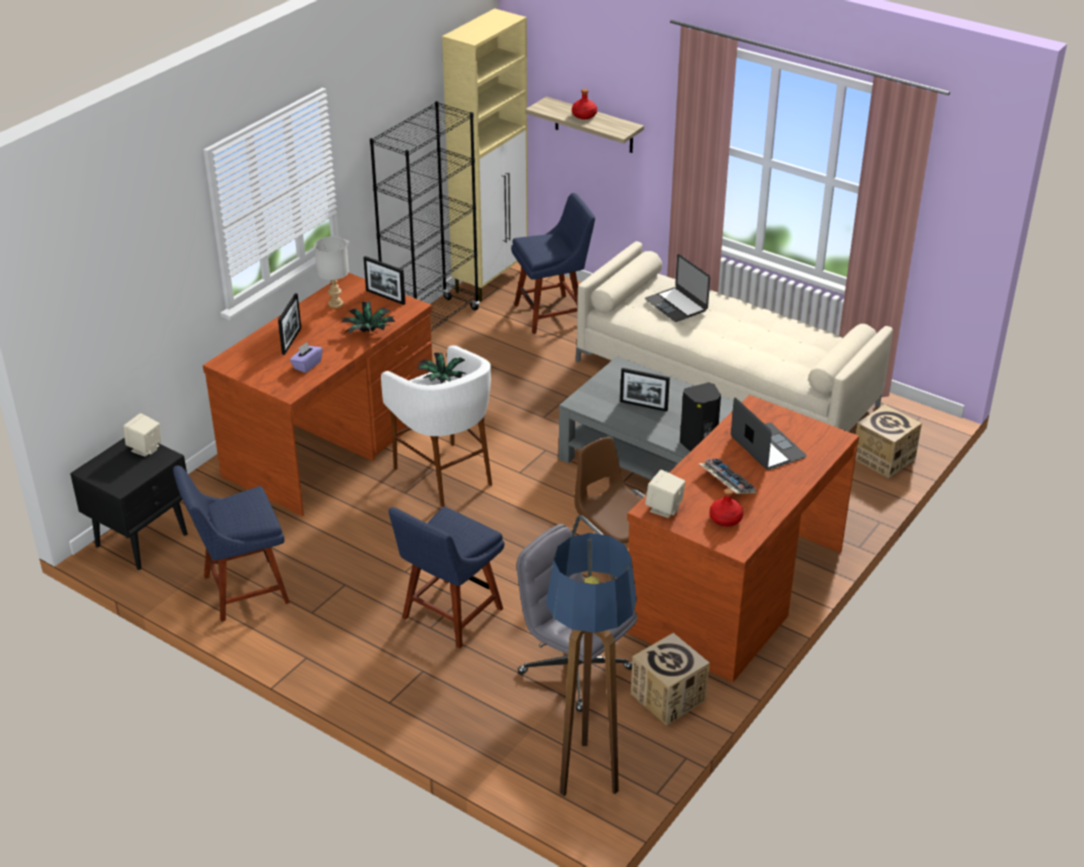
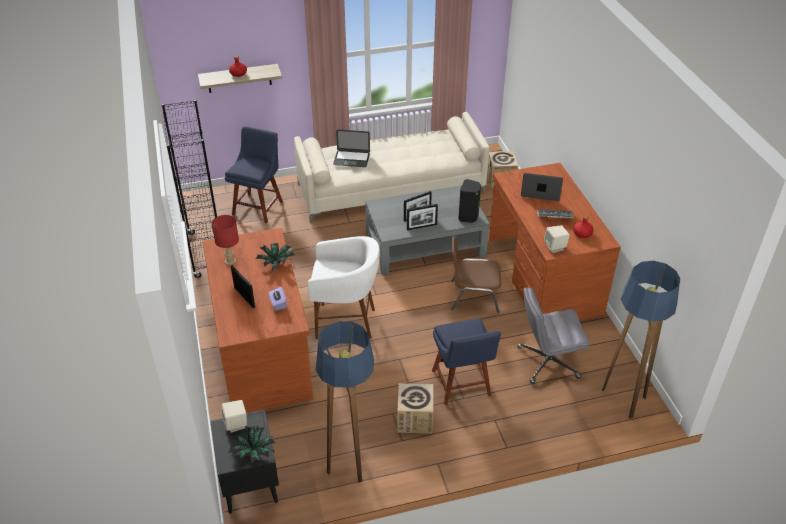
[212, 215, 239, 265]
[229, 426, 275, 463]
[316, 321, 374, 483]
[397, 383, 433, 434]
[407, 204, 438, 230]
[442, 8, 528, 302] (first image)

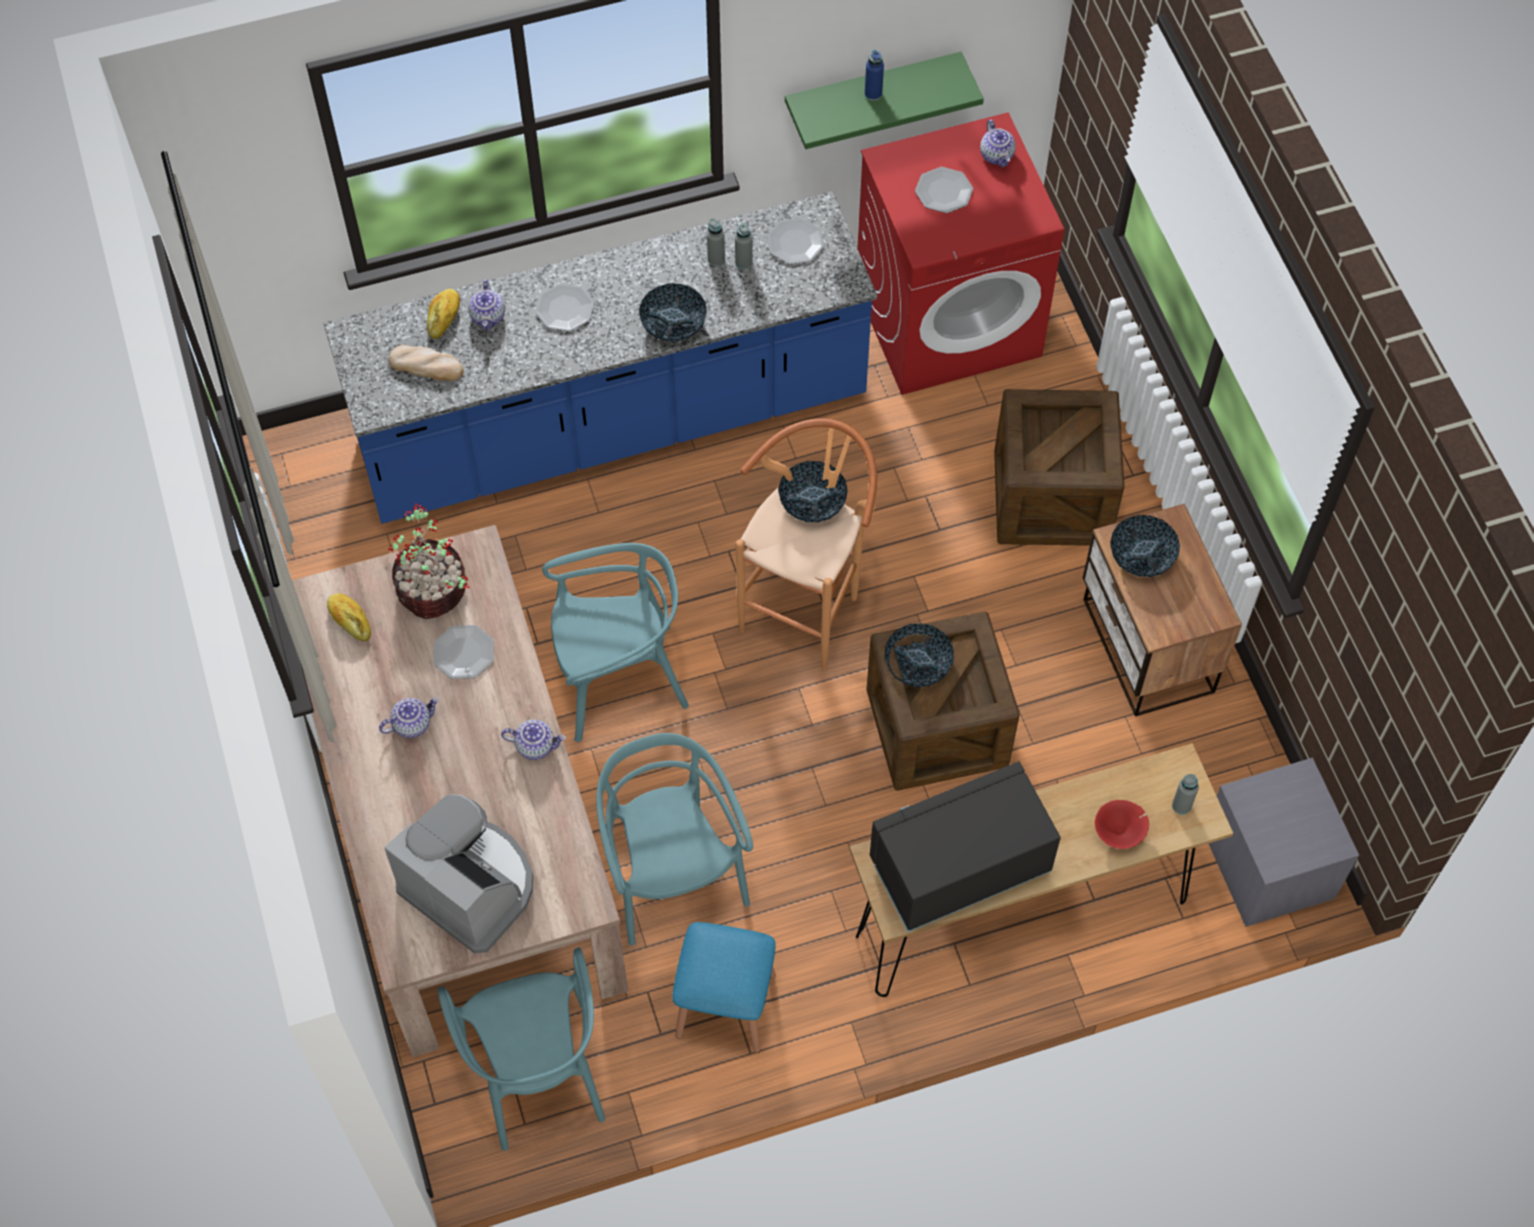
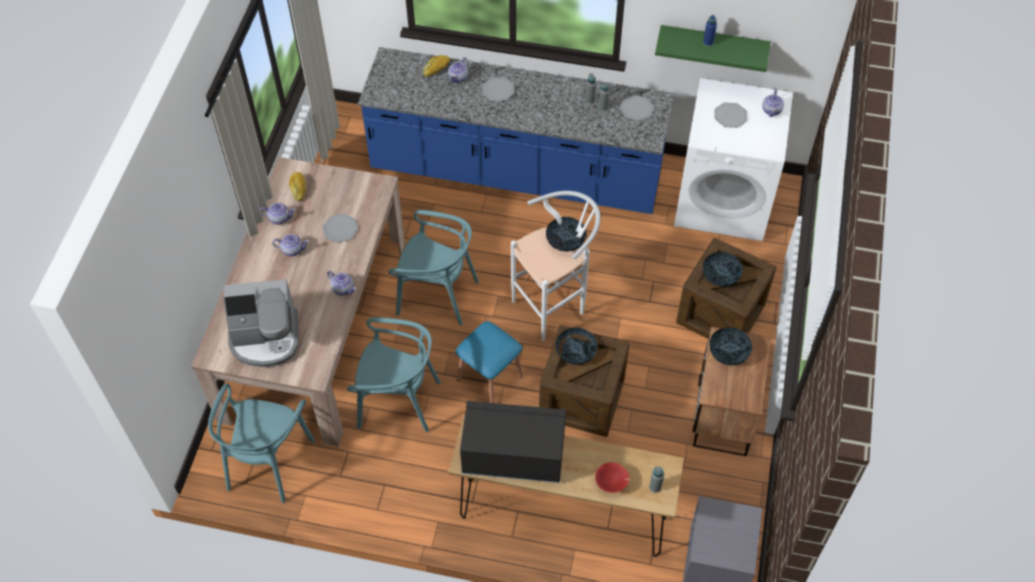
[223, 279, 299, 367]
[260, 203, 295, 225]
[347, 317, 441, 433]
[455, 321, 523, 403]
[511, 191, 600, 341]
[674, 78, 793, 241]
[703, 252, 743, 287]
[387, 503, 470, 619] (first image)
[389, 345, 464, 381] (first image)

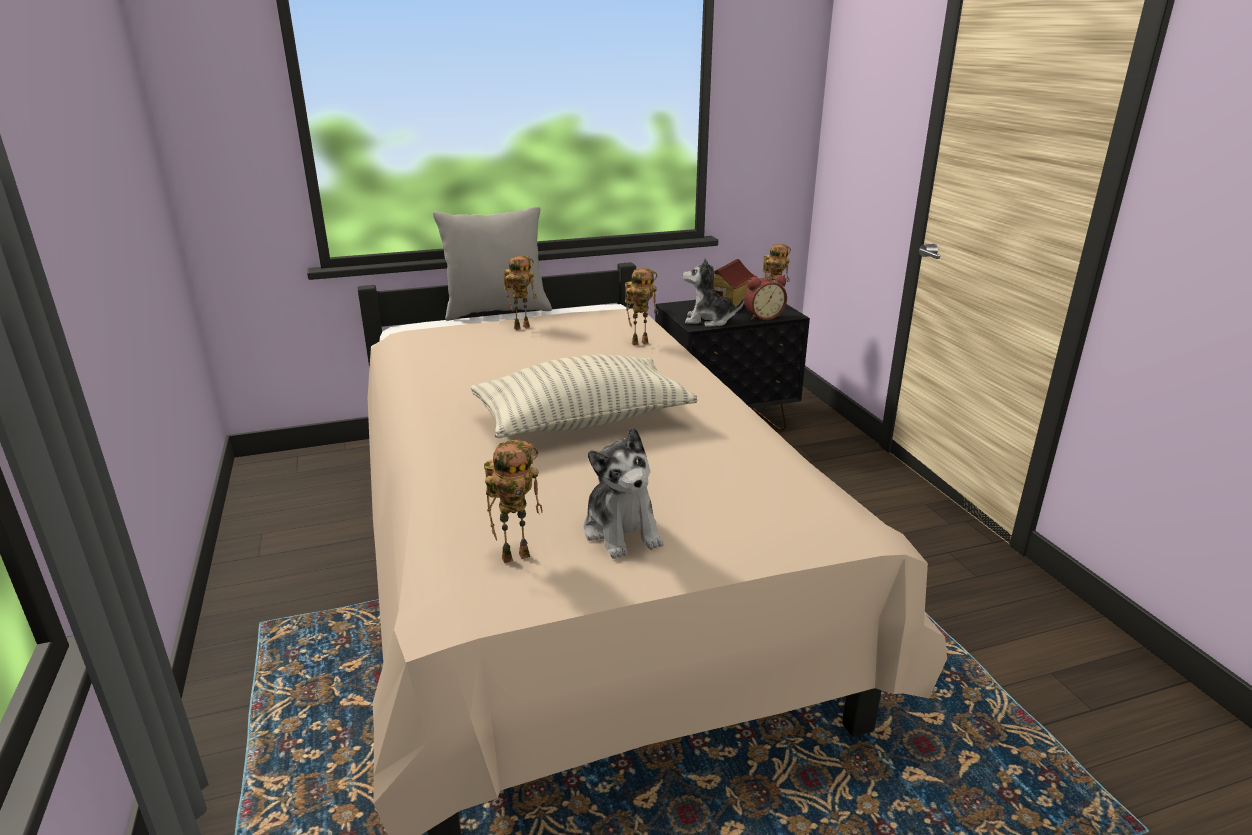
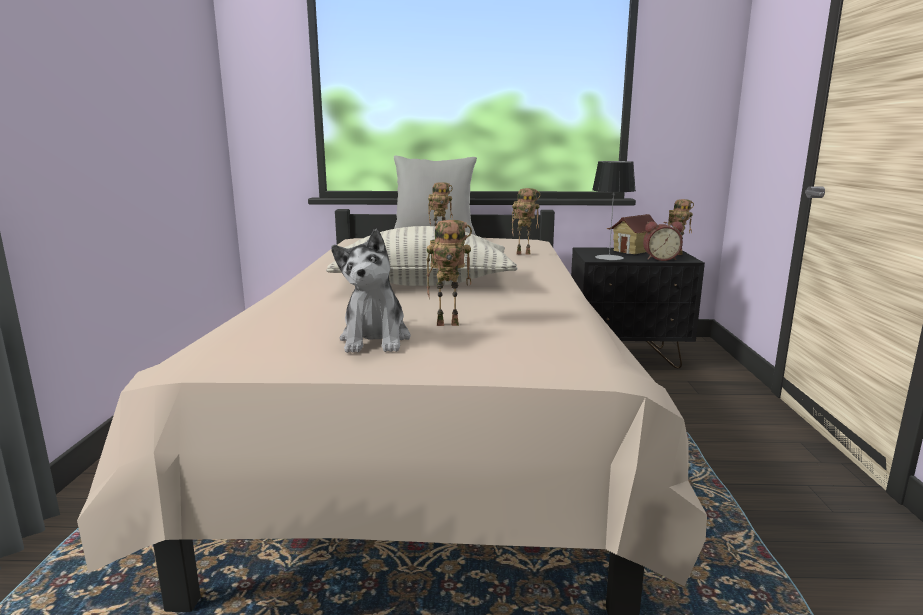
[426, 220, 472, 326]
[592, 161, 636, 260]

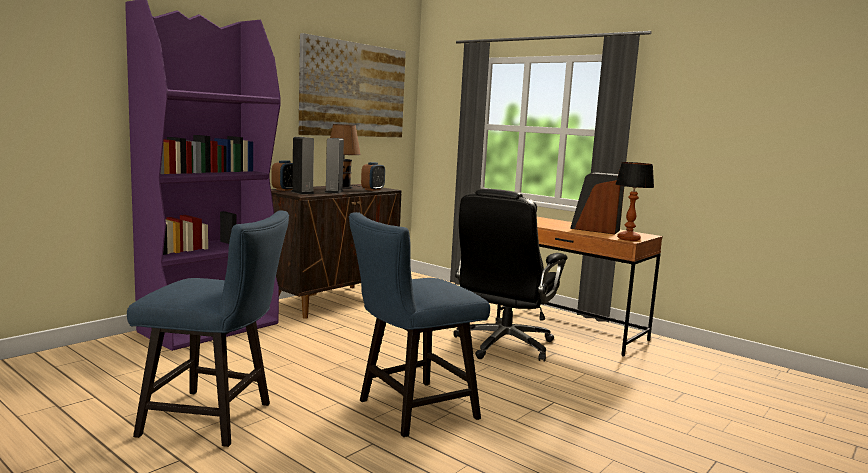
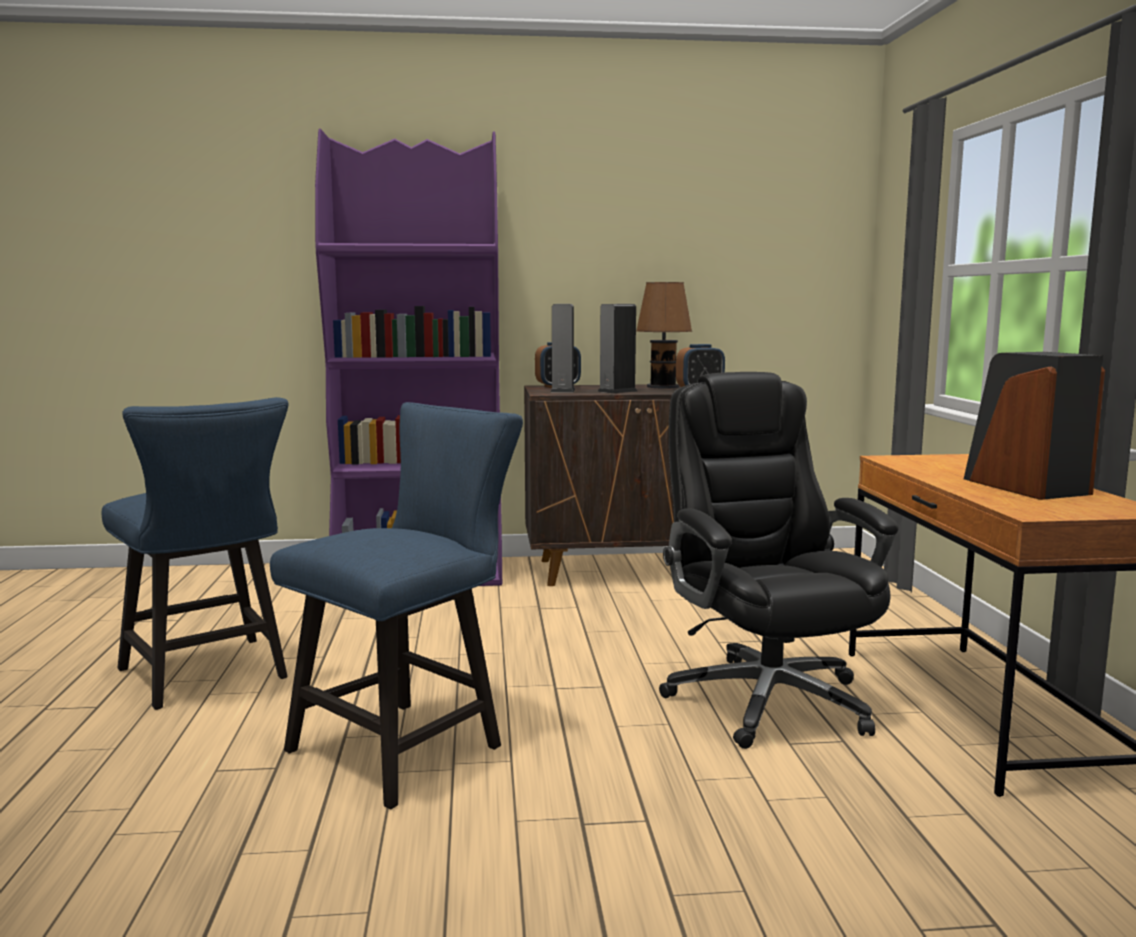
[270, 402, 523, 810]
[659, 372, 899, 749]
[299, 33, 406, 137] (first image)
[615, 162, 654, 241] (first image)

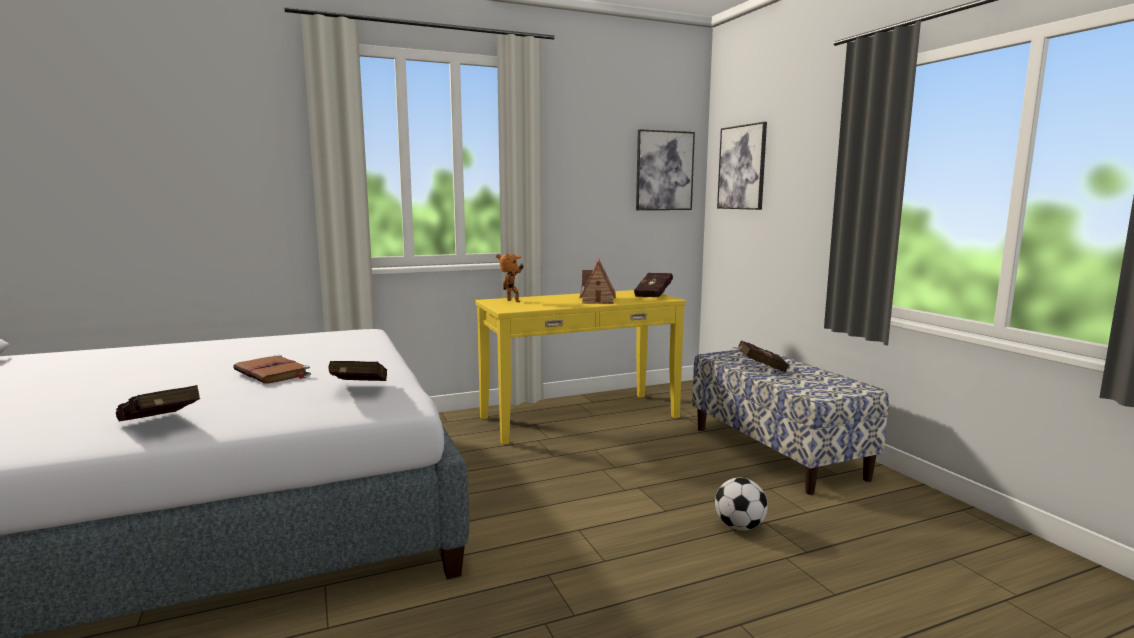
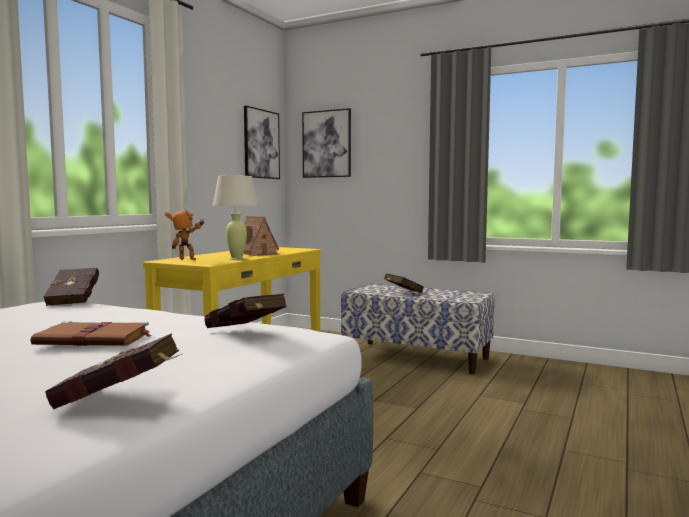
[44, 268, 99, 306]
[213, 175, 259, 260]
[715, 478, 768, 531] (first image)

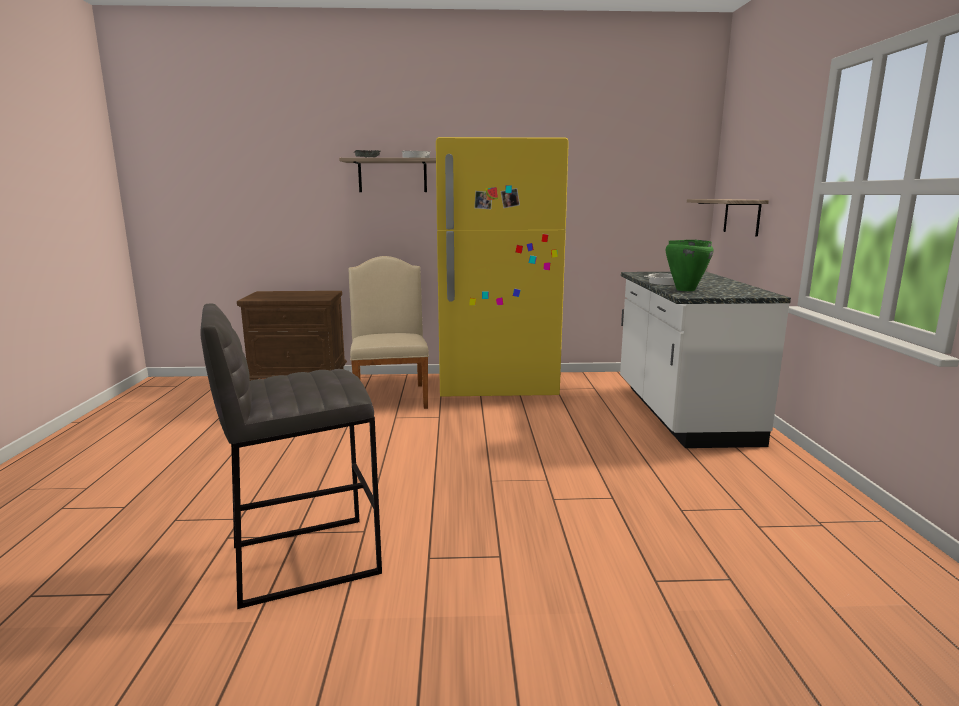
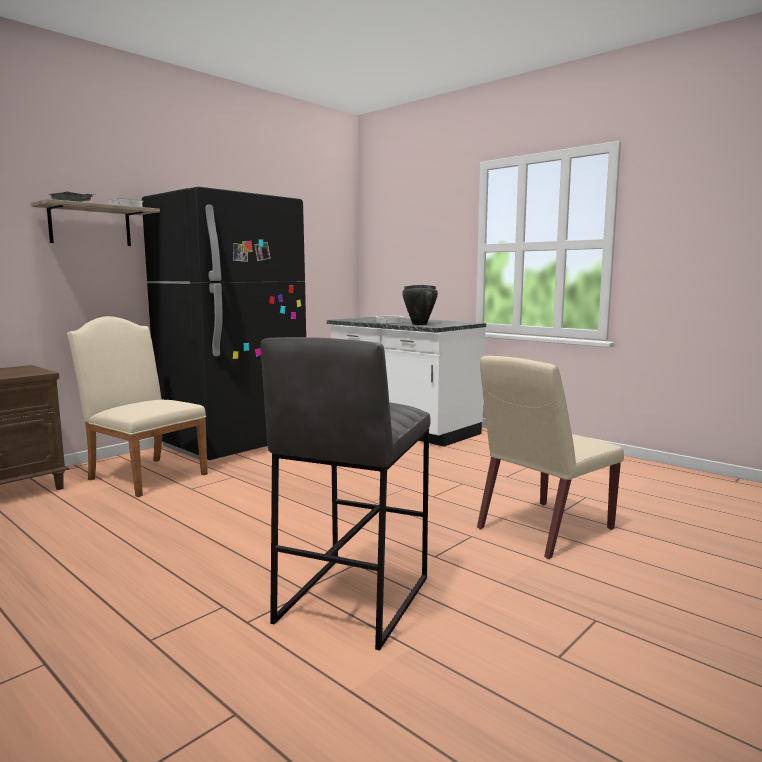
[142, 187, 306, 460]
[402, 285, 438, 325]
[477, 356, 624, 559]
[687, 199, 769, 237] (first image)

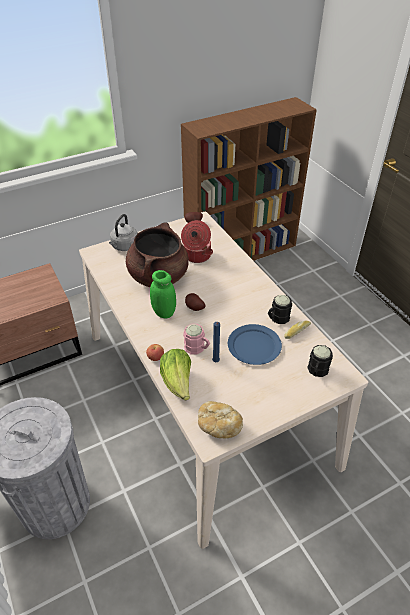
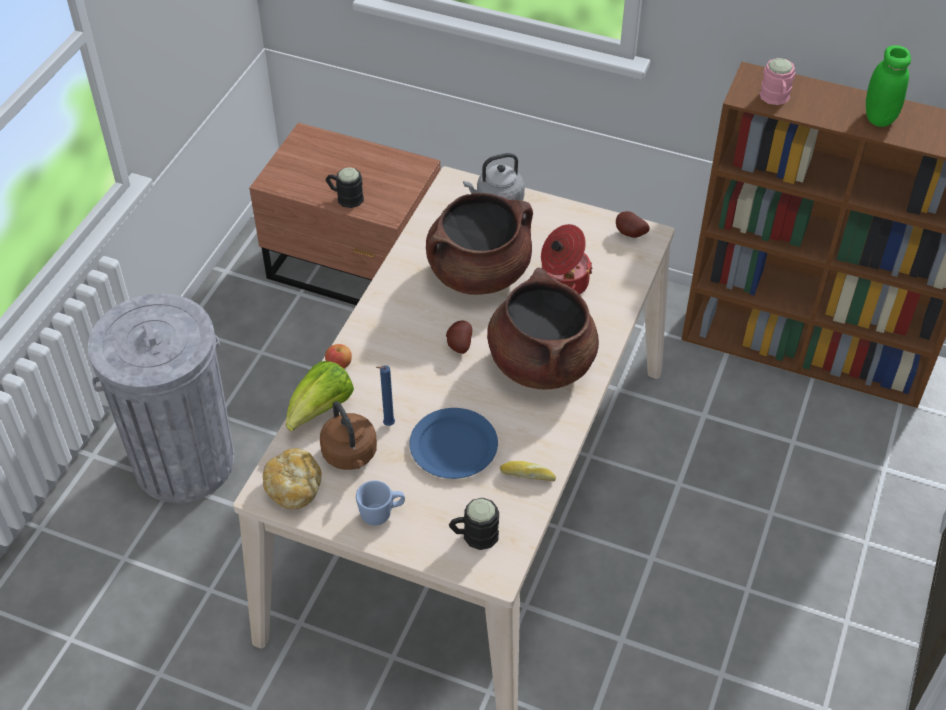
[320, 401, 377, 470]
[326, 167, 364, 208]
[356, 480, 405, 526]
[487, 268, 599, 389]
[759, 58, 795, 105]
[866, 45, 911, 127]

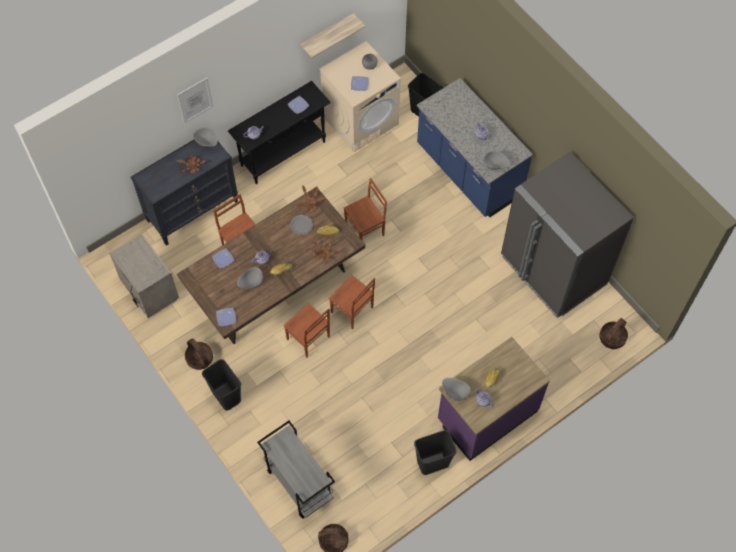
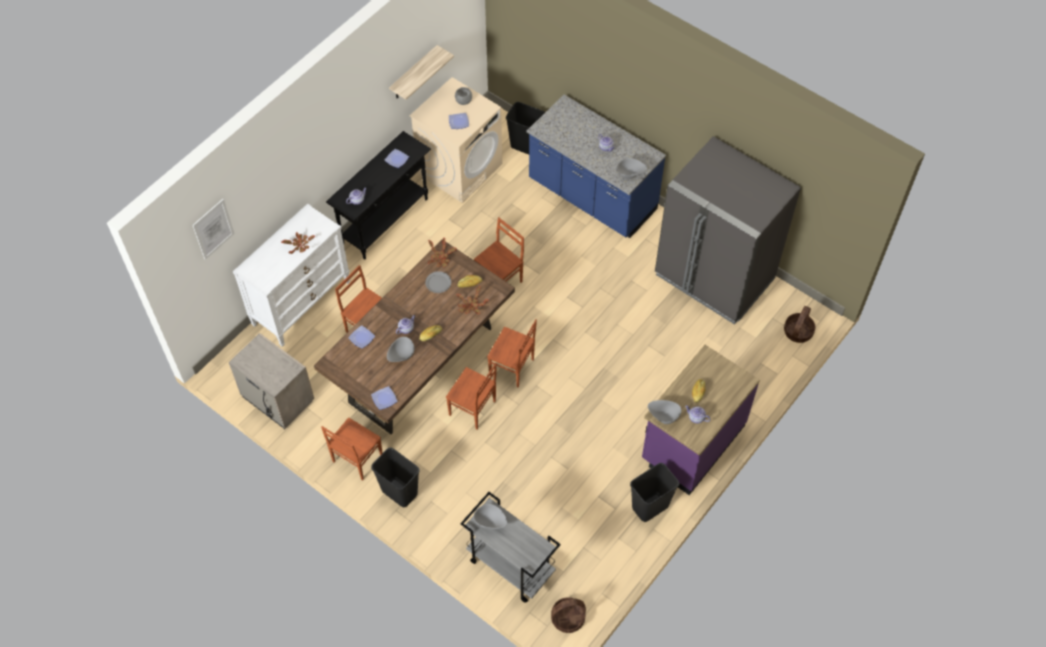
[193, 199, 235, 260]
[233, 204, 350, 347]
[321, 417, 383, 481]
[473, 504, 507, 529]

